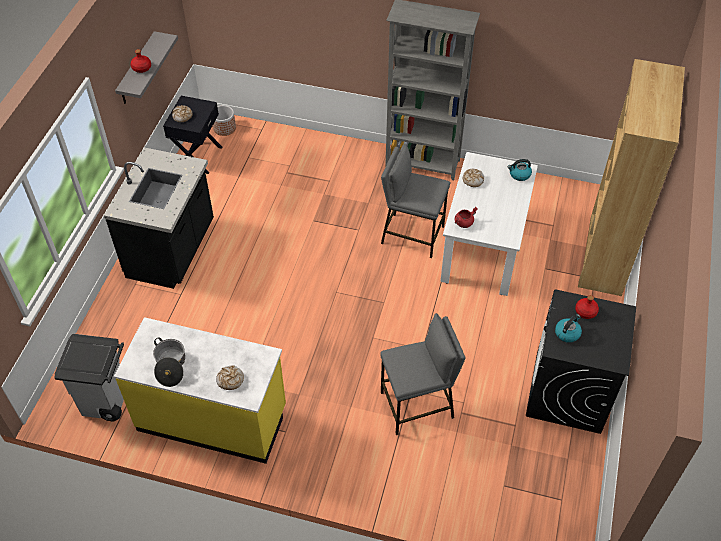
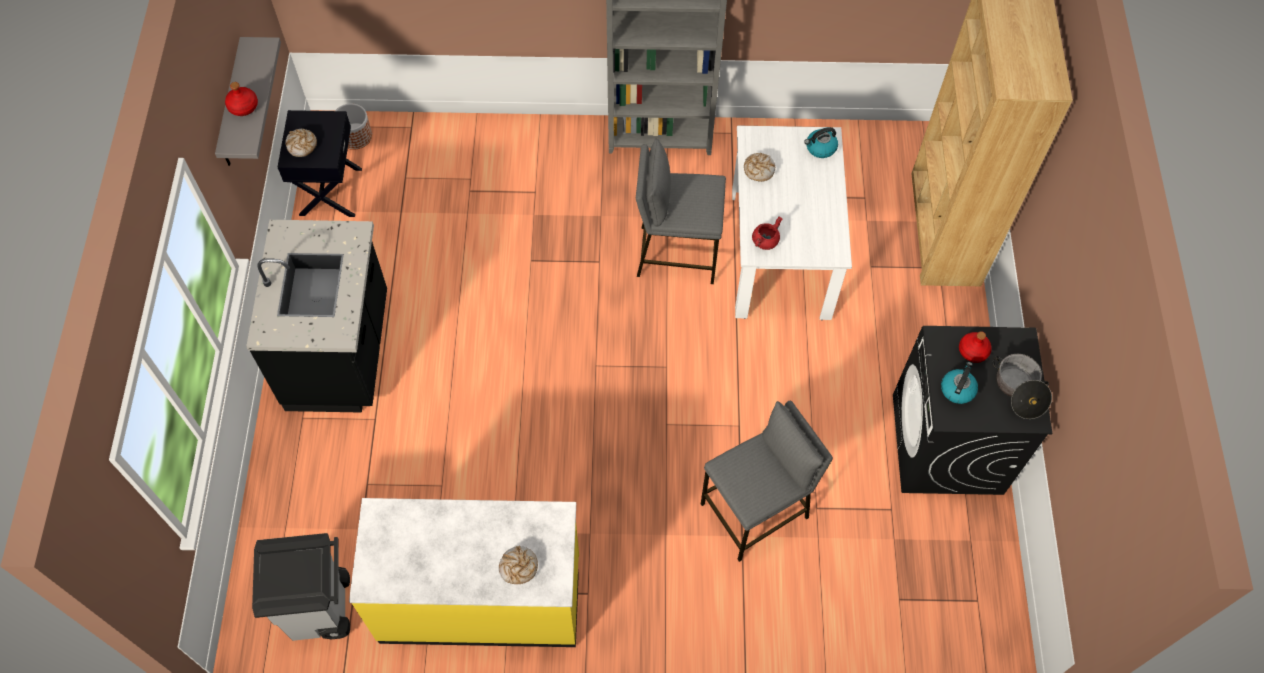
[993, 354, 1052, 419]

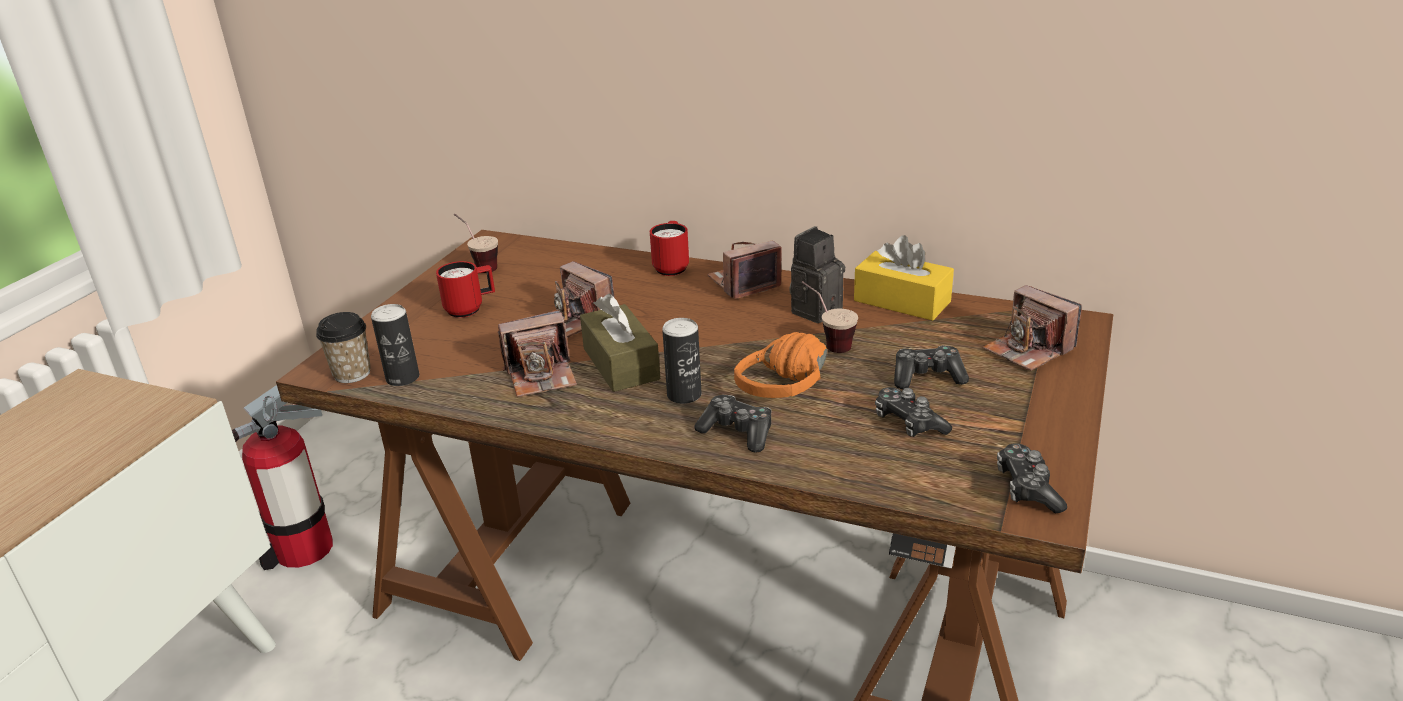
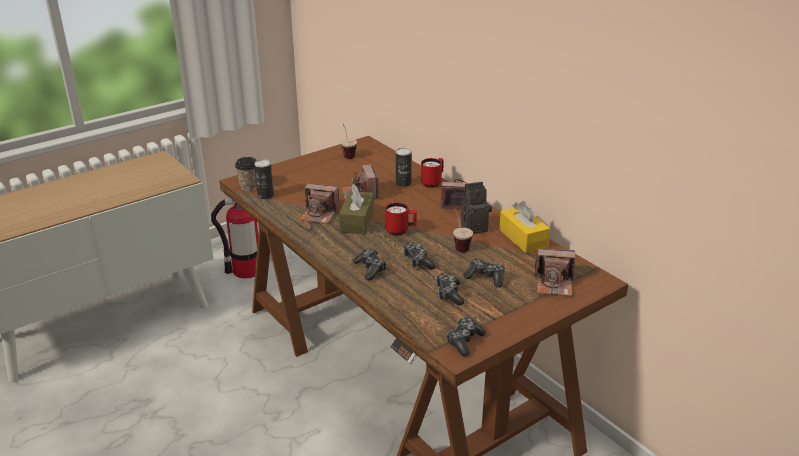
[385, 202, 417, 236]
[396, 148, 412, 187]
[403, 242, 436, 270]
[534, 249, 575, 296]

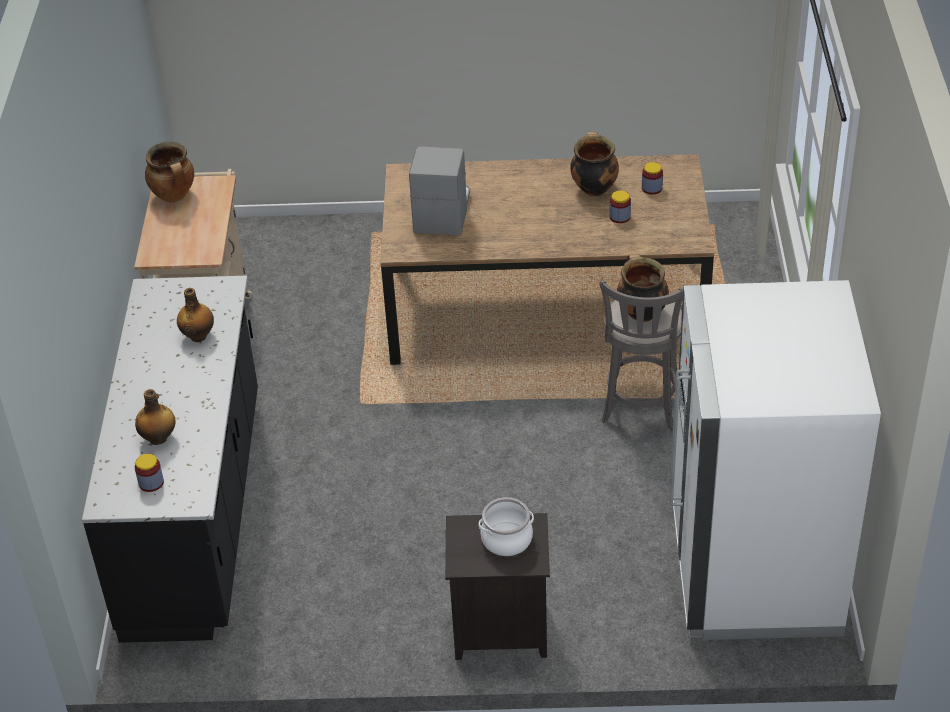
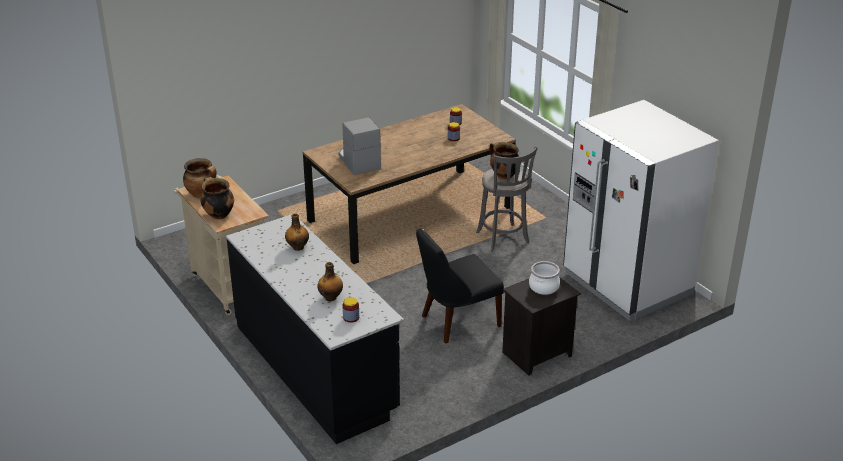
[200, 177, 234, 220]
[416, 228, 504, 344]

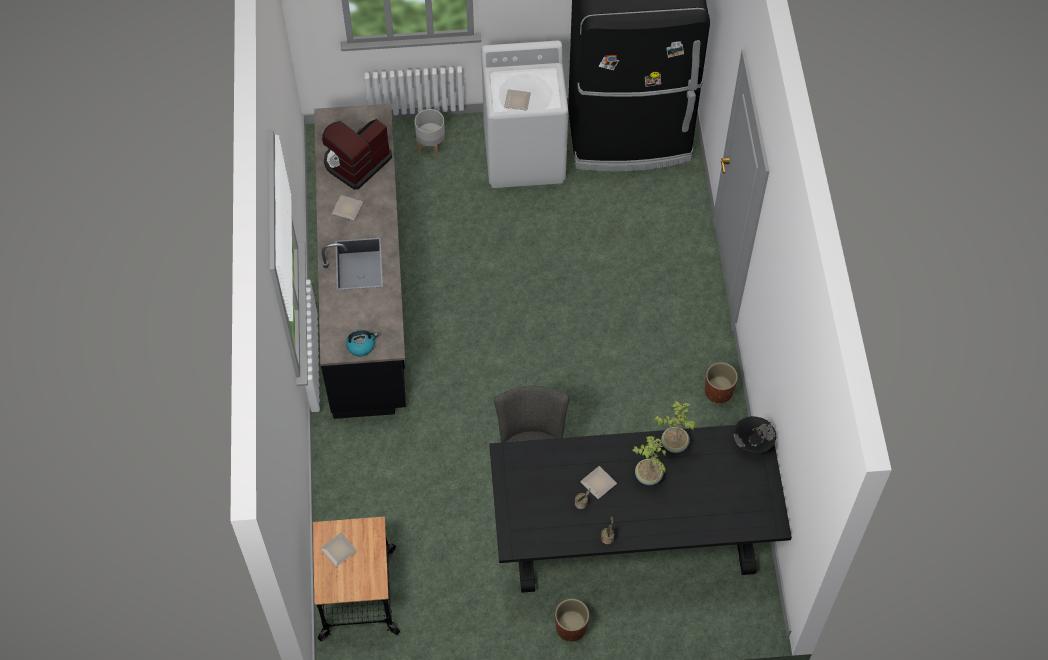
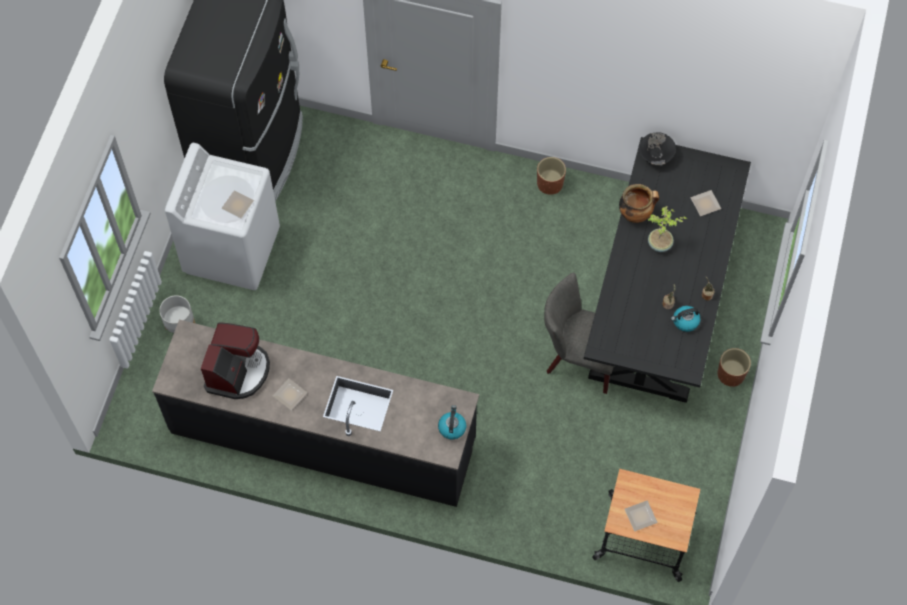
[201, 322, 270, 399]
[619, 184, 659, 223]
[671, 306, 701, 332]
[690, 190, 721, 216]

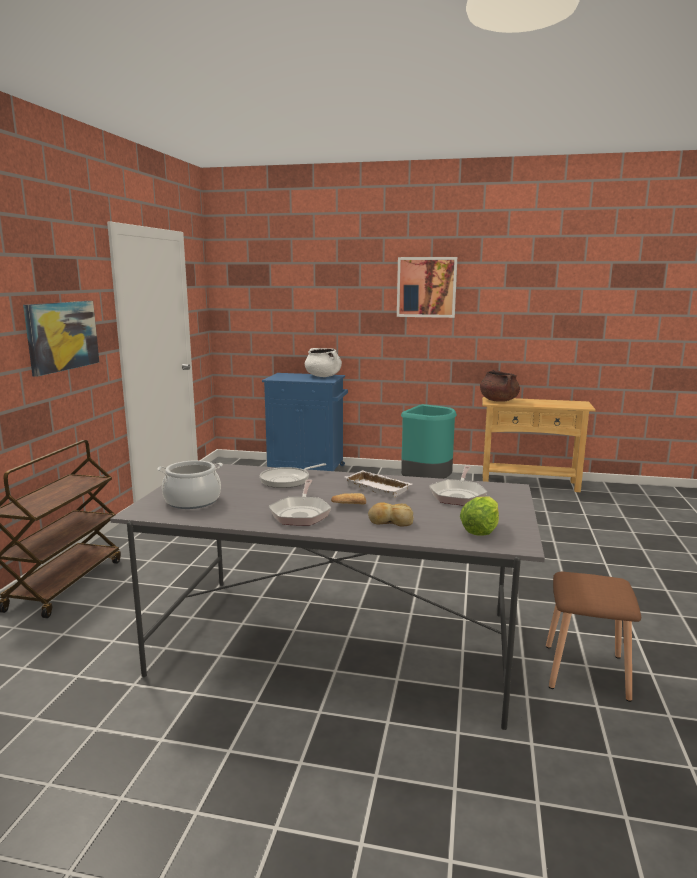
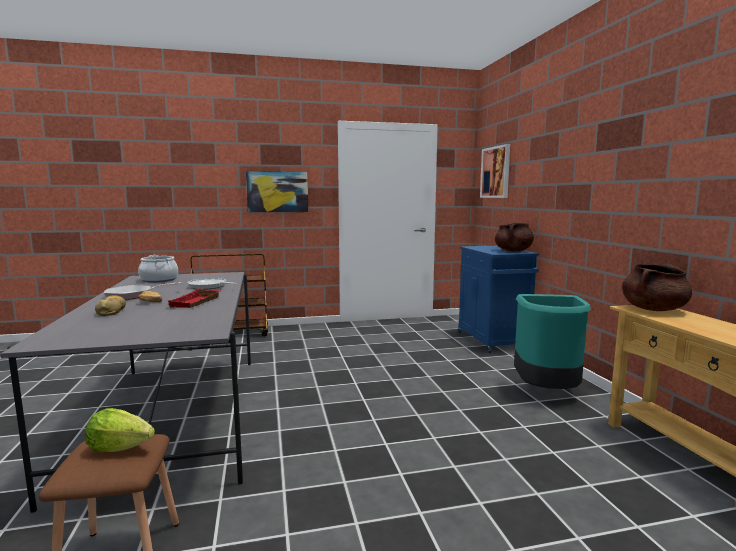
[85, 408, 155, 452]
[168, 288, 222, 308]
[480, 144, 510, 198]
[495, 222, 534, 251]
[429, 466, 487, 506] (first image)

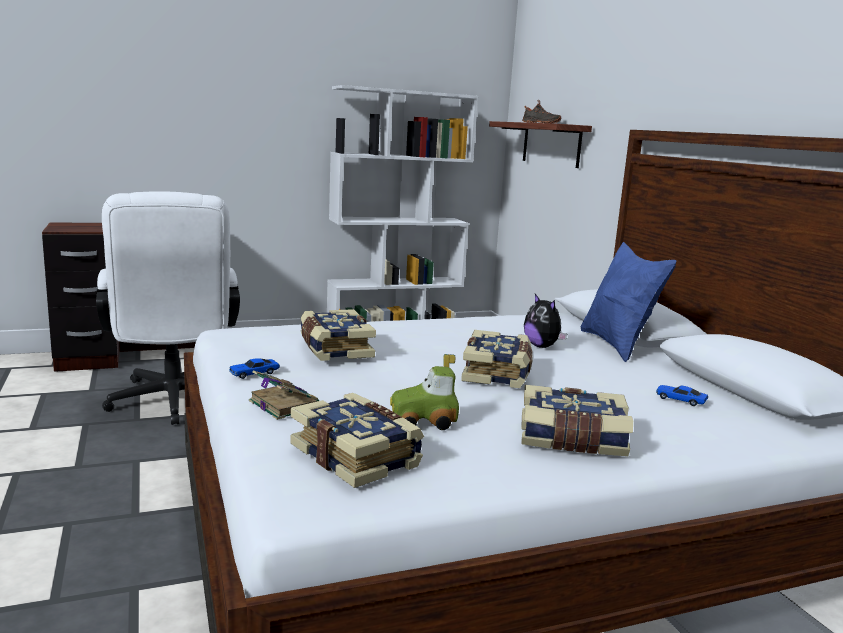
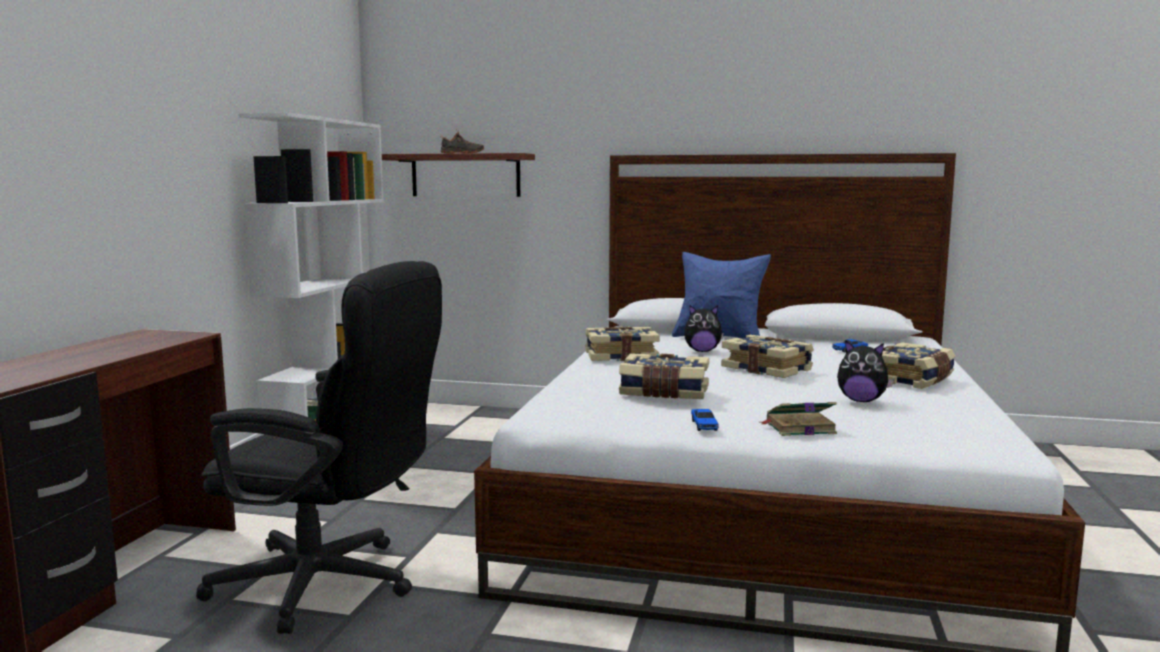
[196, 261, 442, 634]
[586, 326, 660, 361]
[837, 341, 894, 402]

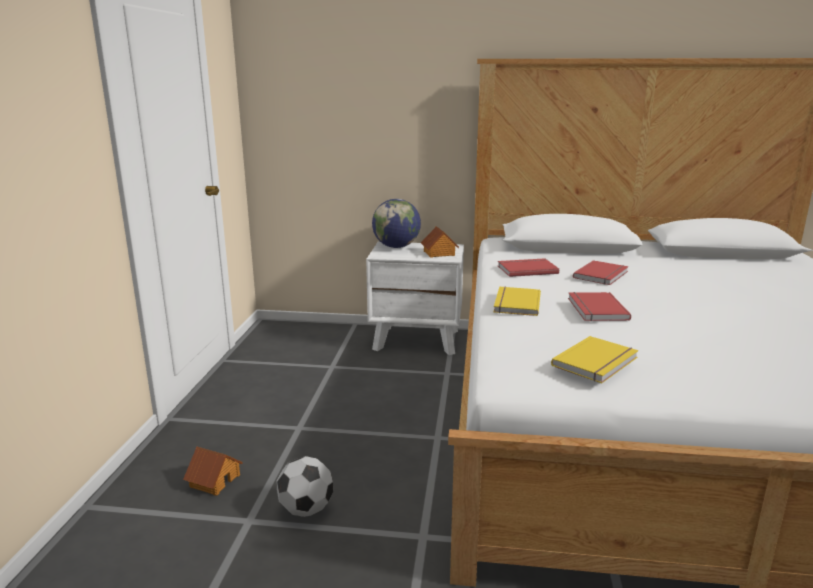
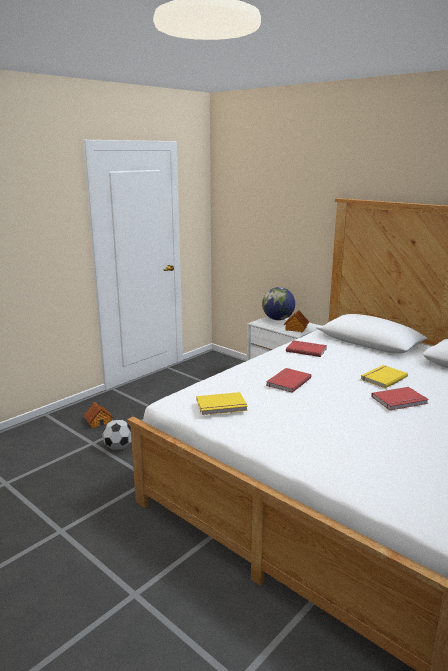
[361, 365, 408, 388]
[371, 387, 429, 410]

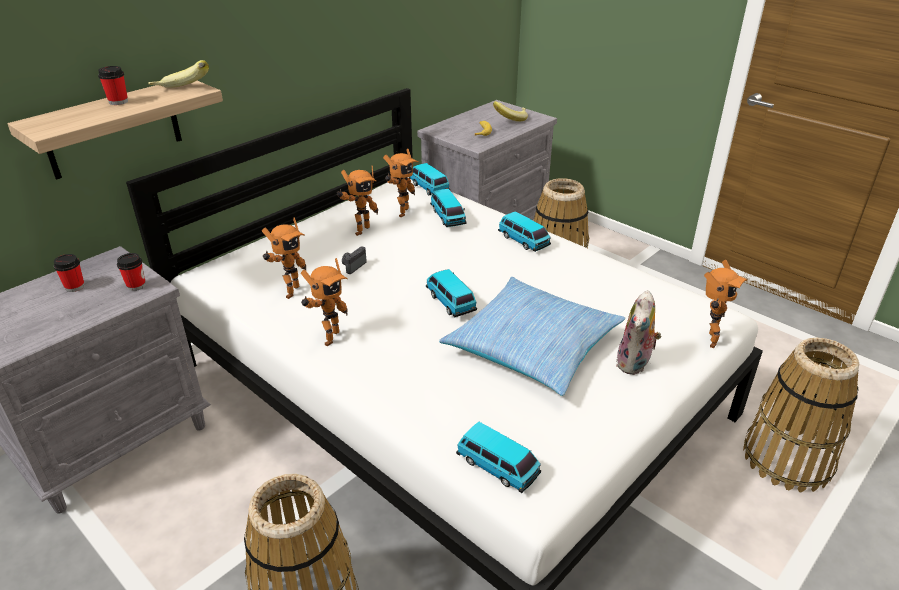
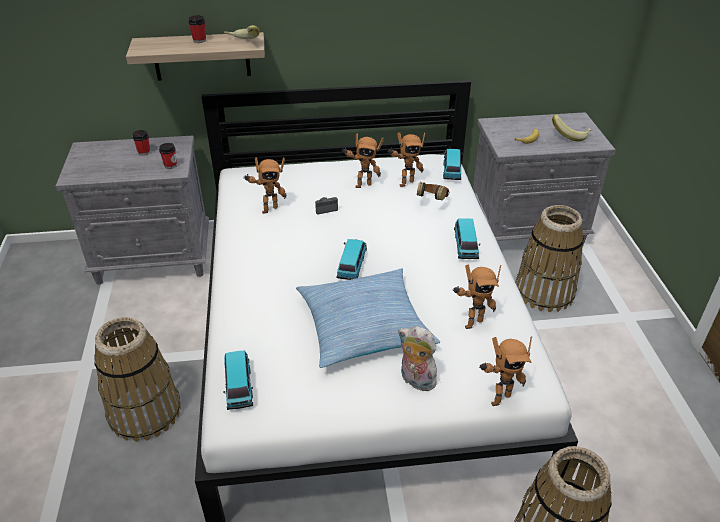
[398, 326, 437, 391]
[417, 182, 450, 201]
[453, 264, 501, 329]

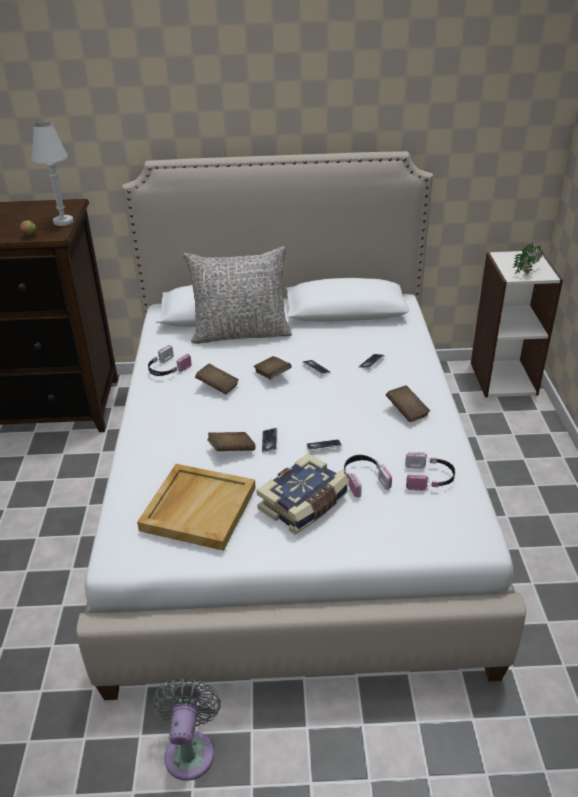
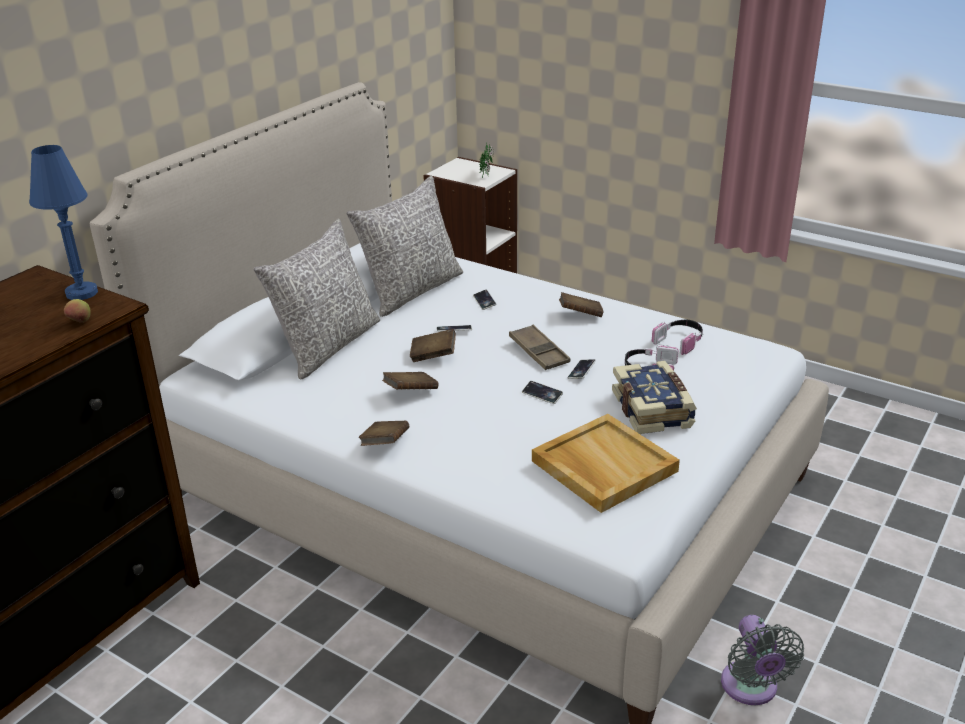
[29, 145, 98, 300]
[346, 176, 463, 317]
[359, 421, 409, 446]
[509, 325, 570, 370]
[721, 615, 804, 705]
[148, 345, 192, 376] (first image)

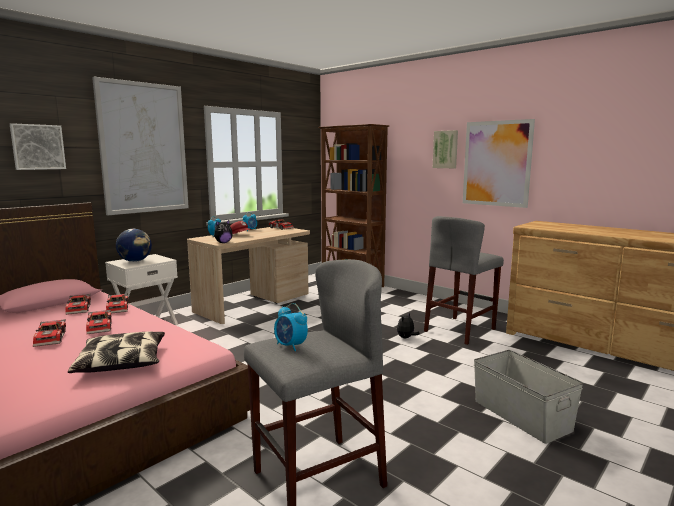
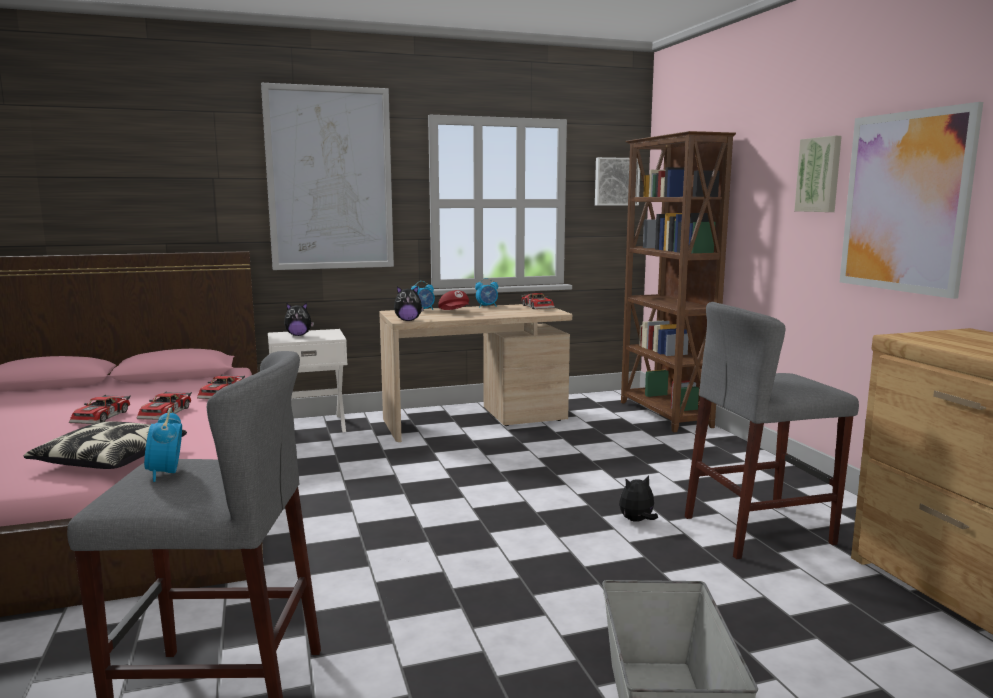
[284, 303, 314, 336]
[595, 157, 640, 206]
[65, 294, 91, 315] (first image)

